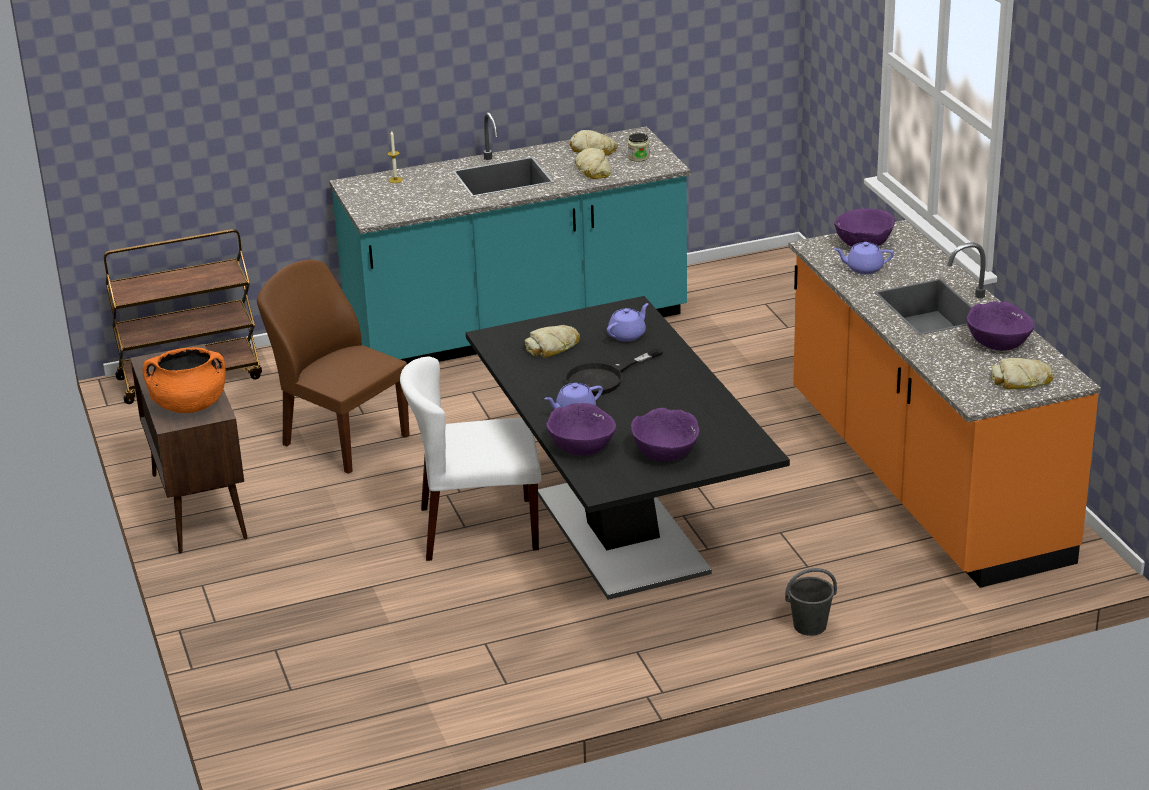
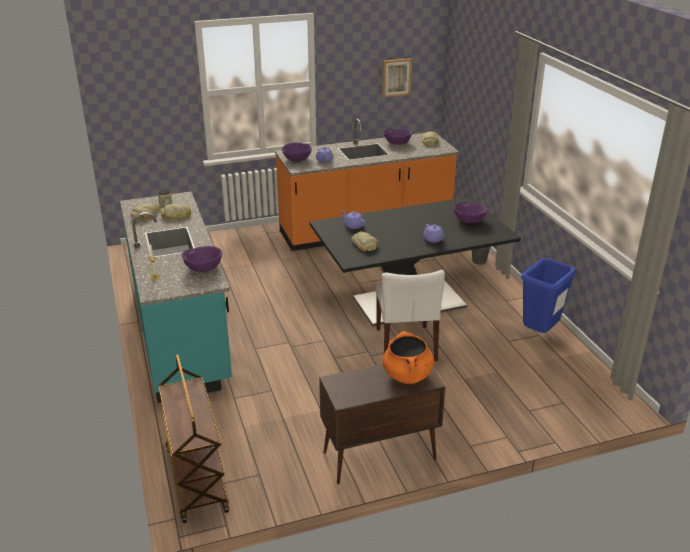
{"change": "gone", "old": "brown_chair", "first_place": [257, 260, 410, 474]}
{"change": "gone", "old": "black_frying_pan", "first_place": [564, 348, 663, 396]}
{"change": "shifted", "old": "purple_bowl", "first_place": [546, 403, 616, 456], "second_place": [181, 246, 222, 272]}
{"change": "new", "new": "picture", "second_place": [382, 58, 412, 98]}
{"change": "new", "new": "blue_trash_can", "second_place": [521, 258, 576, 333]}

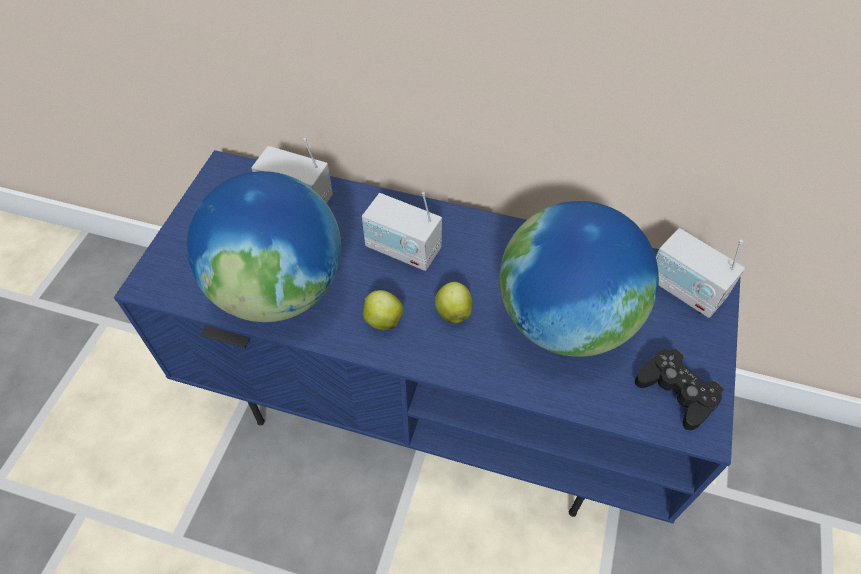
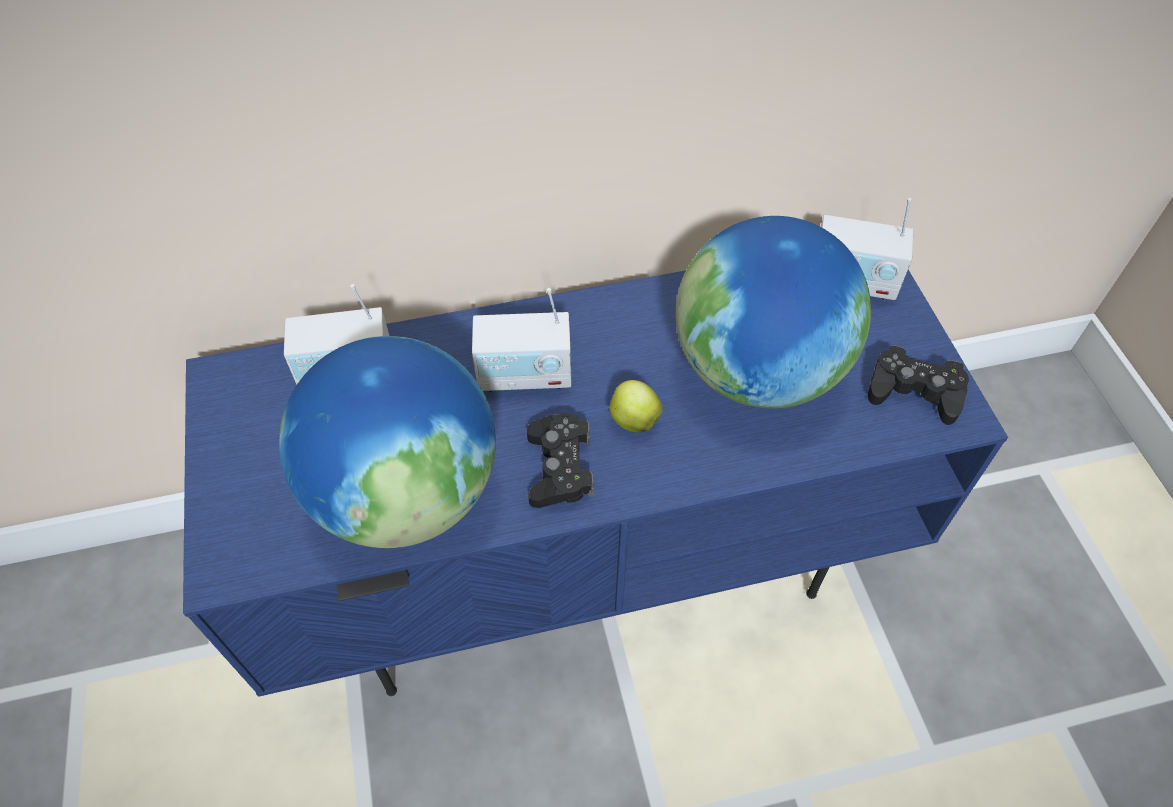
{"change": "swapped", "old": "apple", "new": "black_game_controller", "first_place": [363, 290, 404, 330], "second_place": [527, 413, 594, 508]}

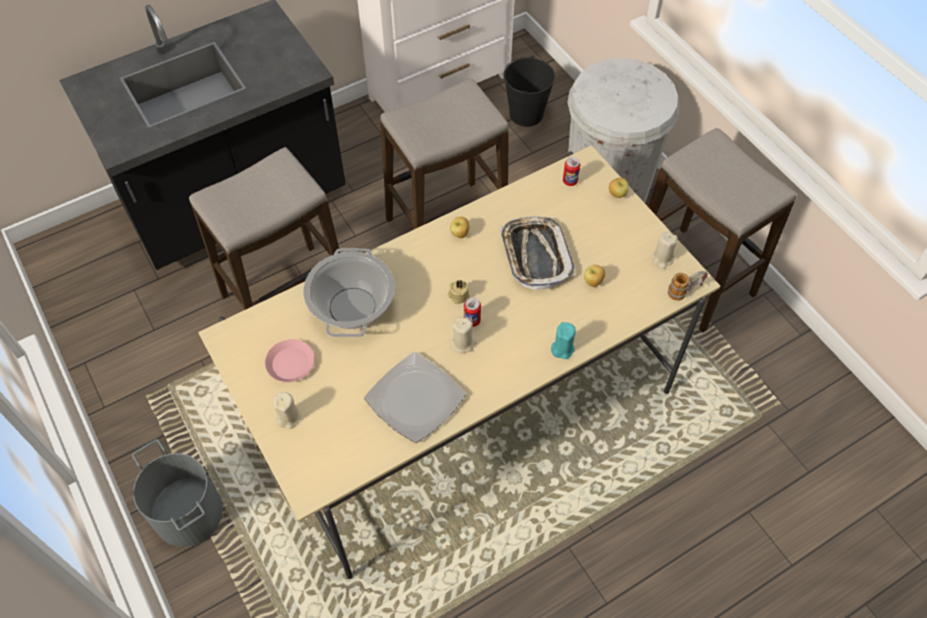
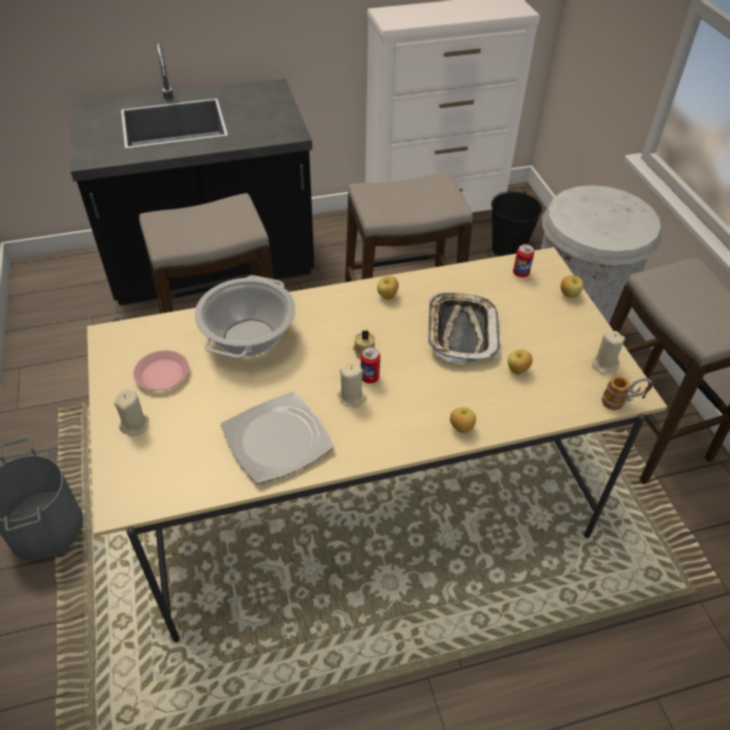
{"change": "swapped", "old": "turquoise_candle", "new": "apple", "first_place": [551, 322, 576, 359], "second_place": [450, 407, 476, 433]}

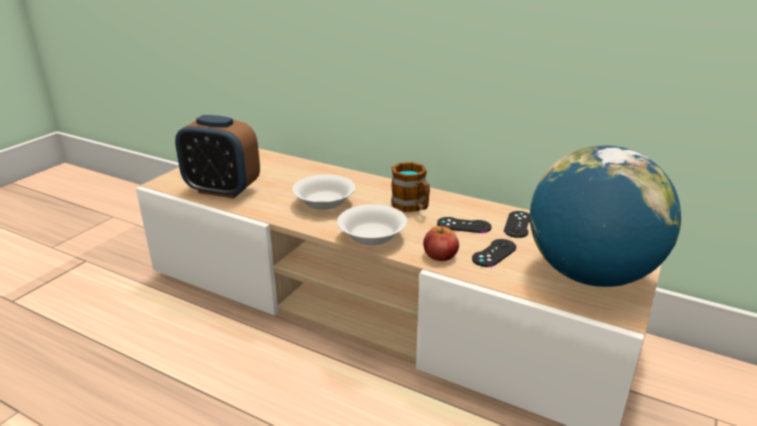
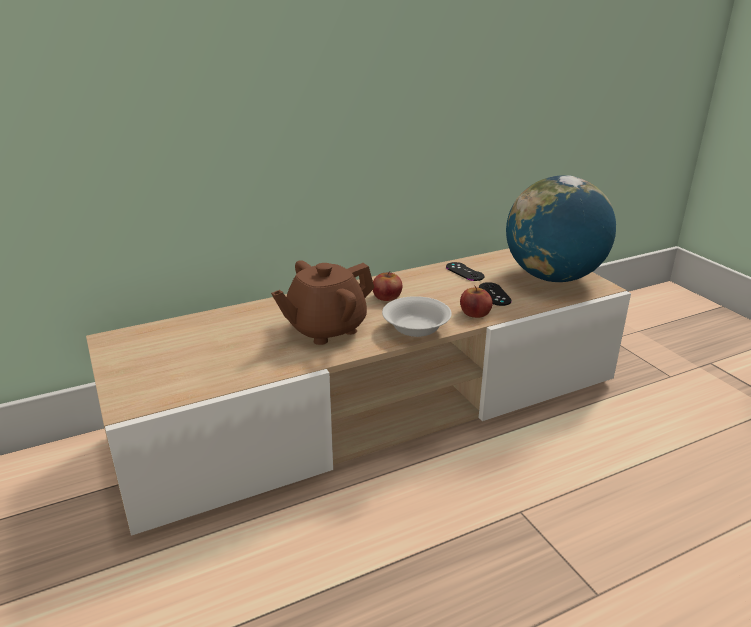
{"change": "gone", "old": "alarm_clock", "first_place": [175, 115, 260, 199]}
{"change": "swapped", "old": "mug", "new": "apple", "first_place": [391, 162, 430, 212], "second_place": [373, 271, 403, 301]}
{"change": "swapped", "old": "white_bowl", "new": "brown_teapot", "first_place": [292, 174, 355, 210], "second_place": [271, 260, 374, 345]}
{"change": "gone", "old": "black_game_controller", "first_place": [437, 217, 492, 233]}

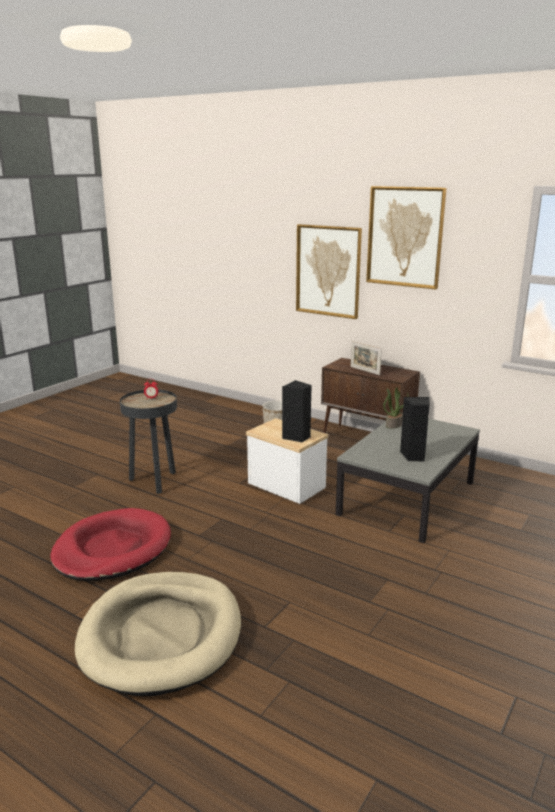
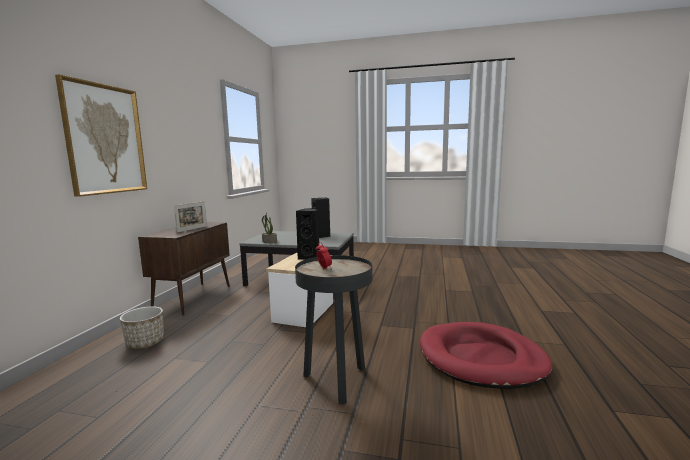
{"change": "gone", "old": "picture", "first_place": [366, 186, 446, 289]}
{"change": "gone", "old": "beige_dog_bed", "first_place": [75, 572, 241, 696]}

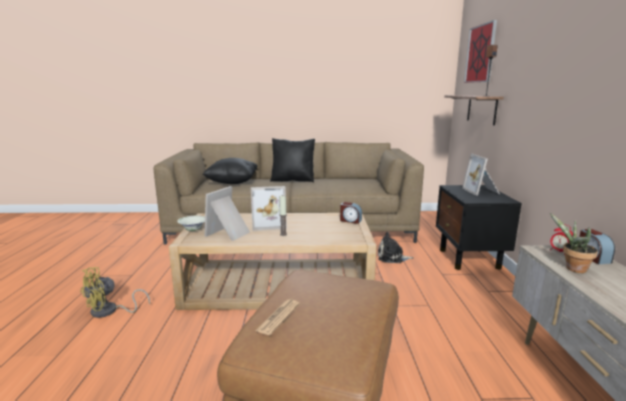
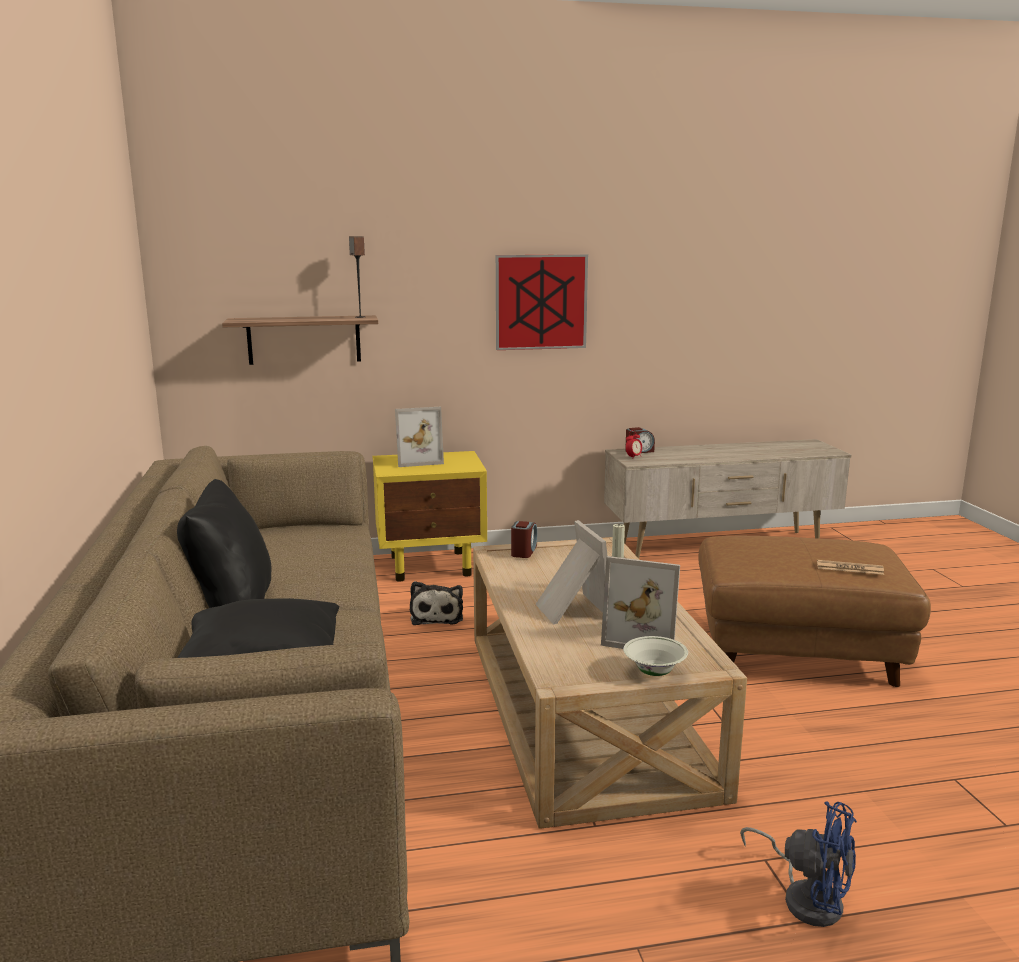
{"change": "shifted", "old": "picture", "first_place": [464, 20, 497, 83], "second_place": [496, 254, 588, 350]}
{"change": "repainted", "old": "black_nightstand", "new": "yellow_nightstand", "first_place": [436, 185, 522, 270], "second_place": [372, 451, 487, 582]}
{"change": "gone", "old": "potted_plant", "first_place": [550, 213, 598, 273]}
{"change": "repainted", "old": "yellow_fan", "new": "blue_fan", "first_place": [80, 267, 150, 318], "second_place": [740, 802, 857, 927]}

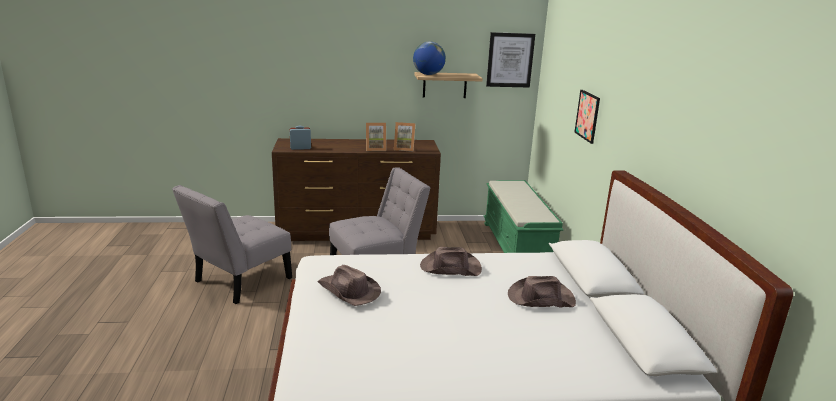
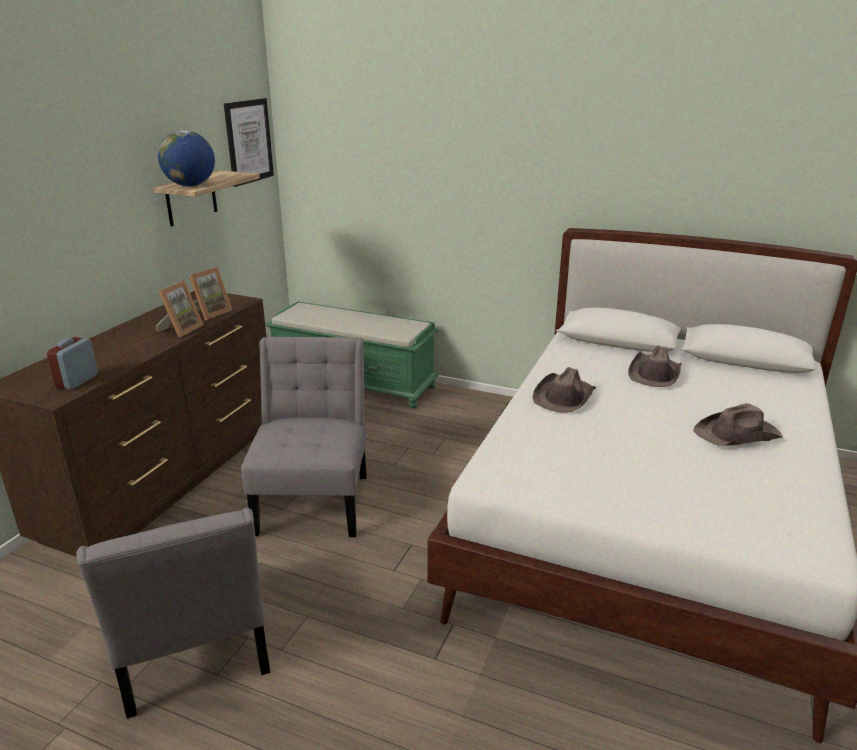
{"change": "gone", "old": "picture", "first_place": [575, 90, 600, 144]}
{"change": "shifted", "old": "brown_hat", "first_place": [318, 265, 381, 306], "second_place": [693, 403, 783, 446]}

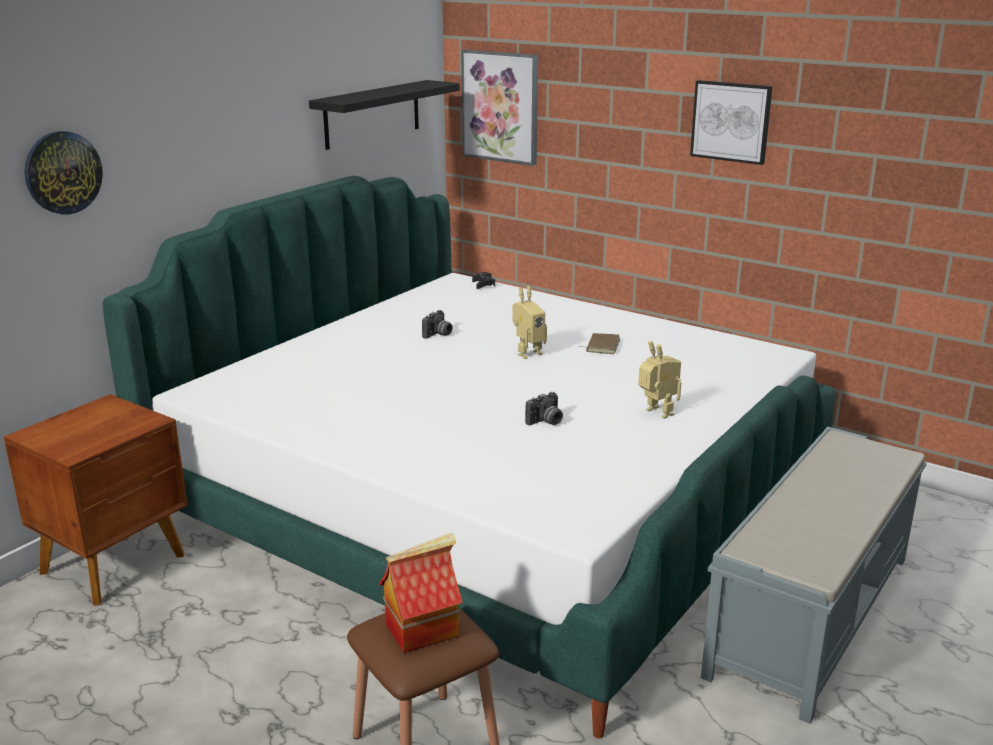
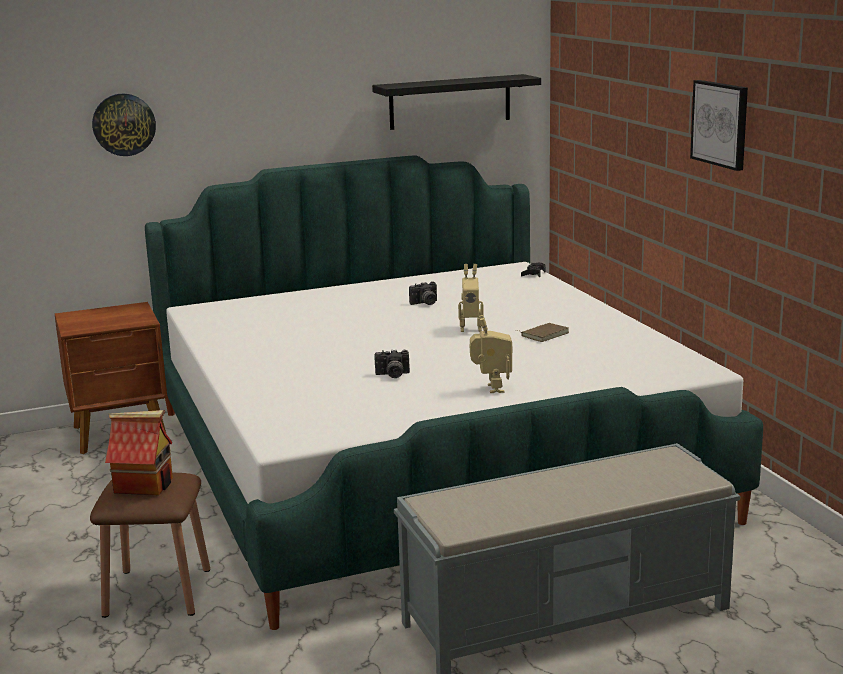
{"change": "gone", "old": "picture", "first_place": [461, 50, 538, 166]}

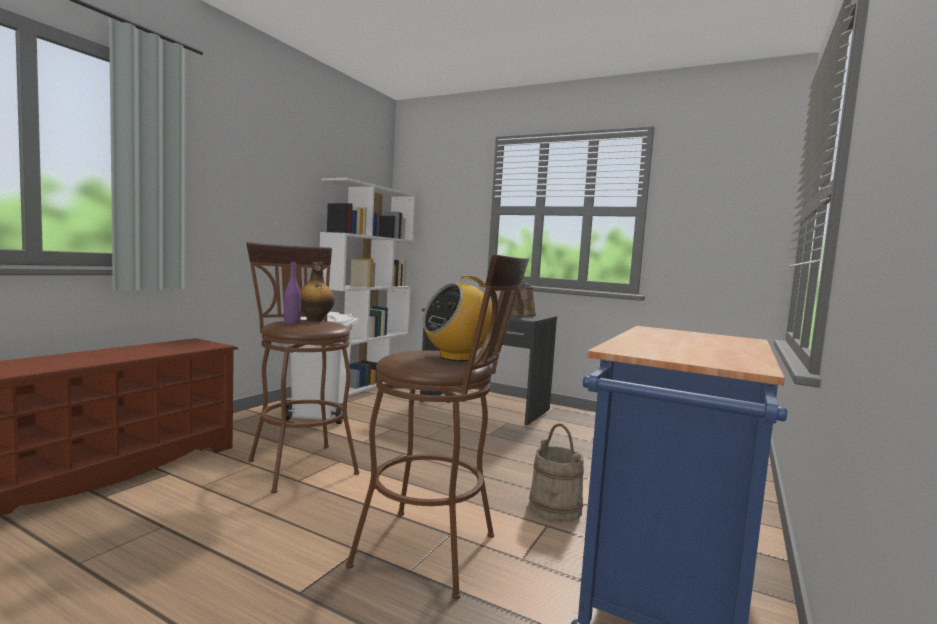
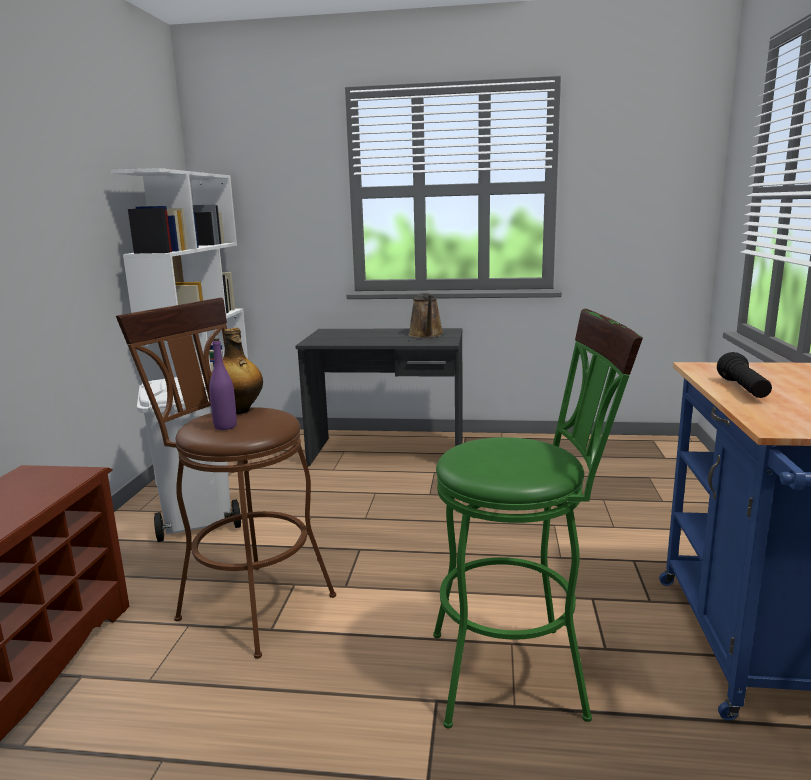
{"change": "repainted", "old": "brown_stool", "new": "green_stool", "first_place": [346, 254, 529, 599], "second_place": [433, 309, 643, 728]}
{"change": "gone", "old": "radio", "first_place": [422, 275, 492, 361]}
{"change": "gone", "old": "beige_bucket", "first_place": [529, 423, 584, 522]}
{"change": "new", "new": "black_flashlight", "second_place": [717, 352, 772, 398]}

